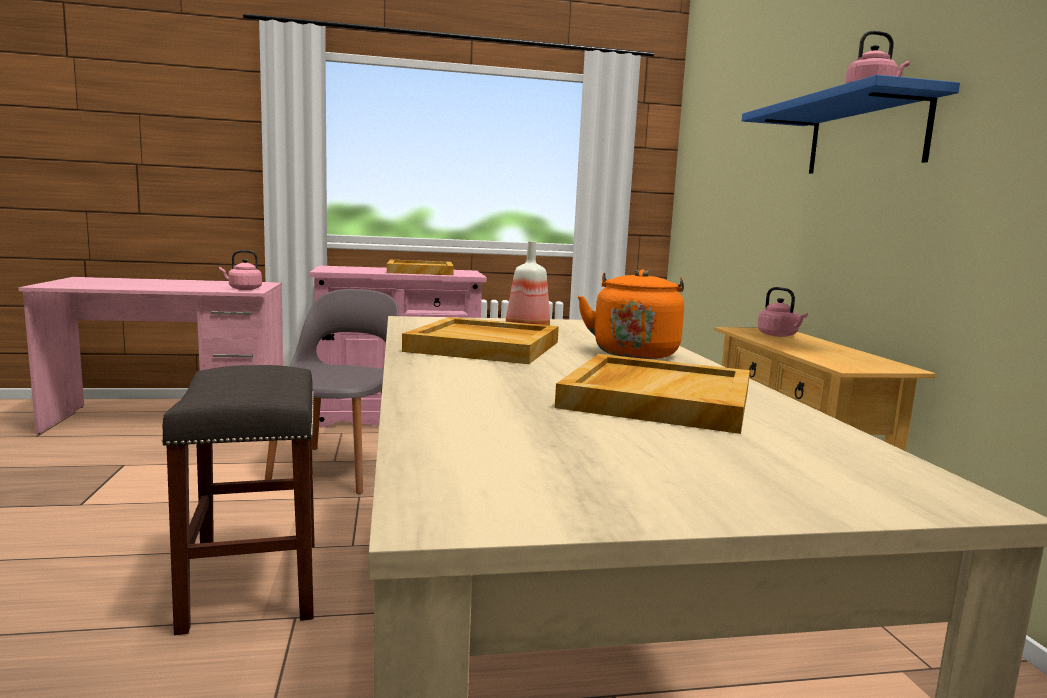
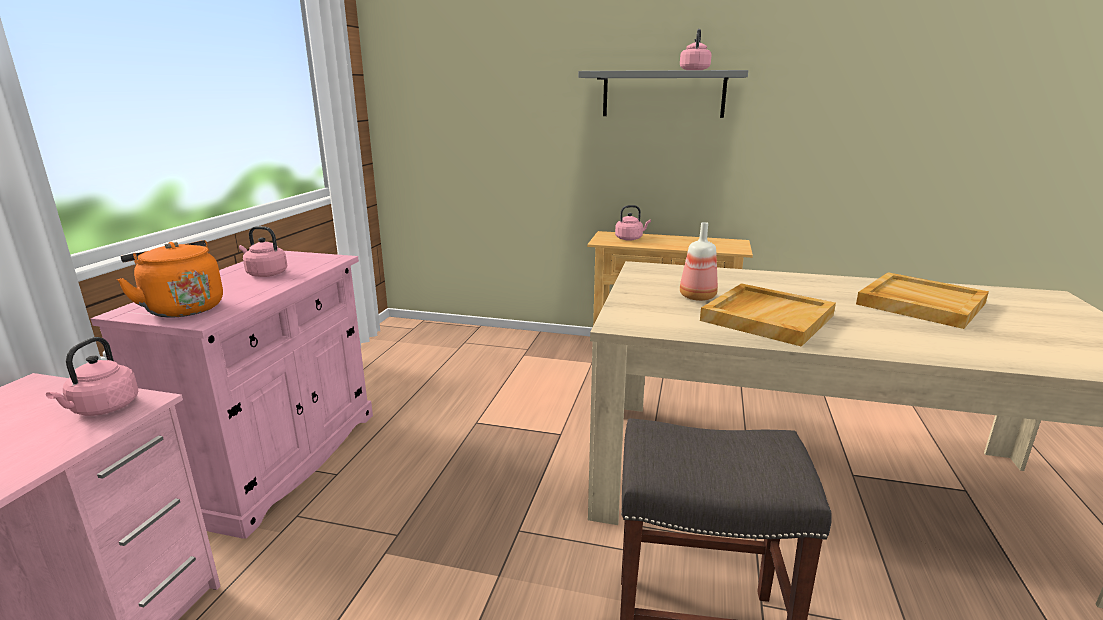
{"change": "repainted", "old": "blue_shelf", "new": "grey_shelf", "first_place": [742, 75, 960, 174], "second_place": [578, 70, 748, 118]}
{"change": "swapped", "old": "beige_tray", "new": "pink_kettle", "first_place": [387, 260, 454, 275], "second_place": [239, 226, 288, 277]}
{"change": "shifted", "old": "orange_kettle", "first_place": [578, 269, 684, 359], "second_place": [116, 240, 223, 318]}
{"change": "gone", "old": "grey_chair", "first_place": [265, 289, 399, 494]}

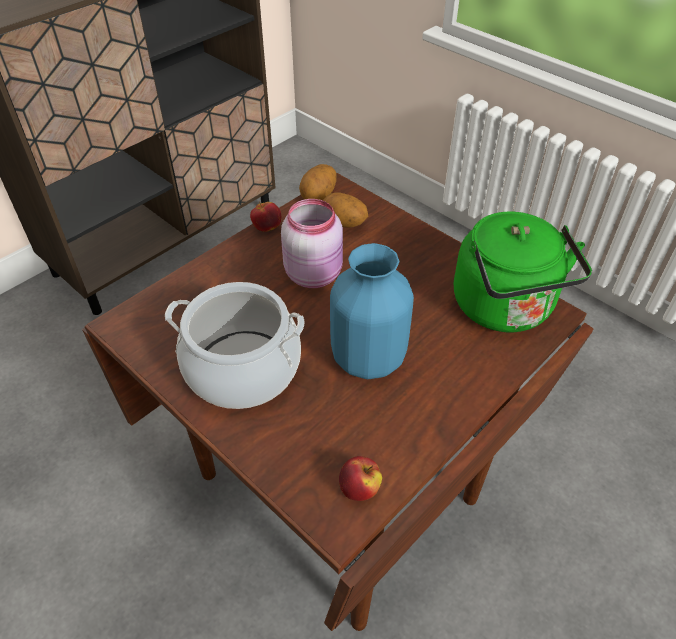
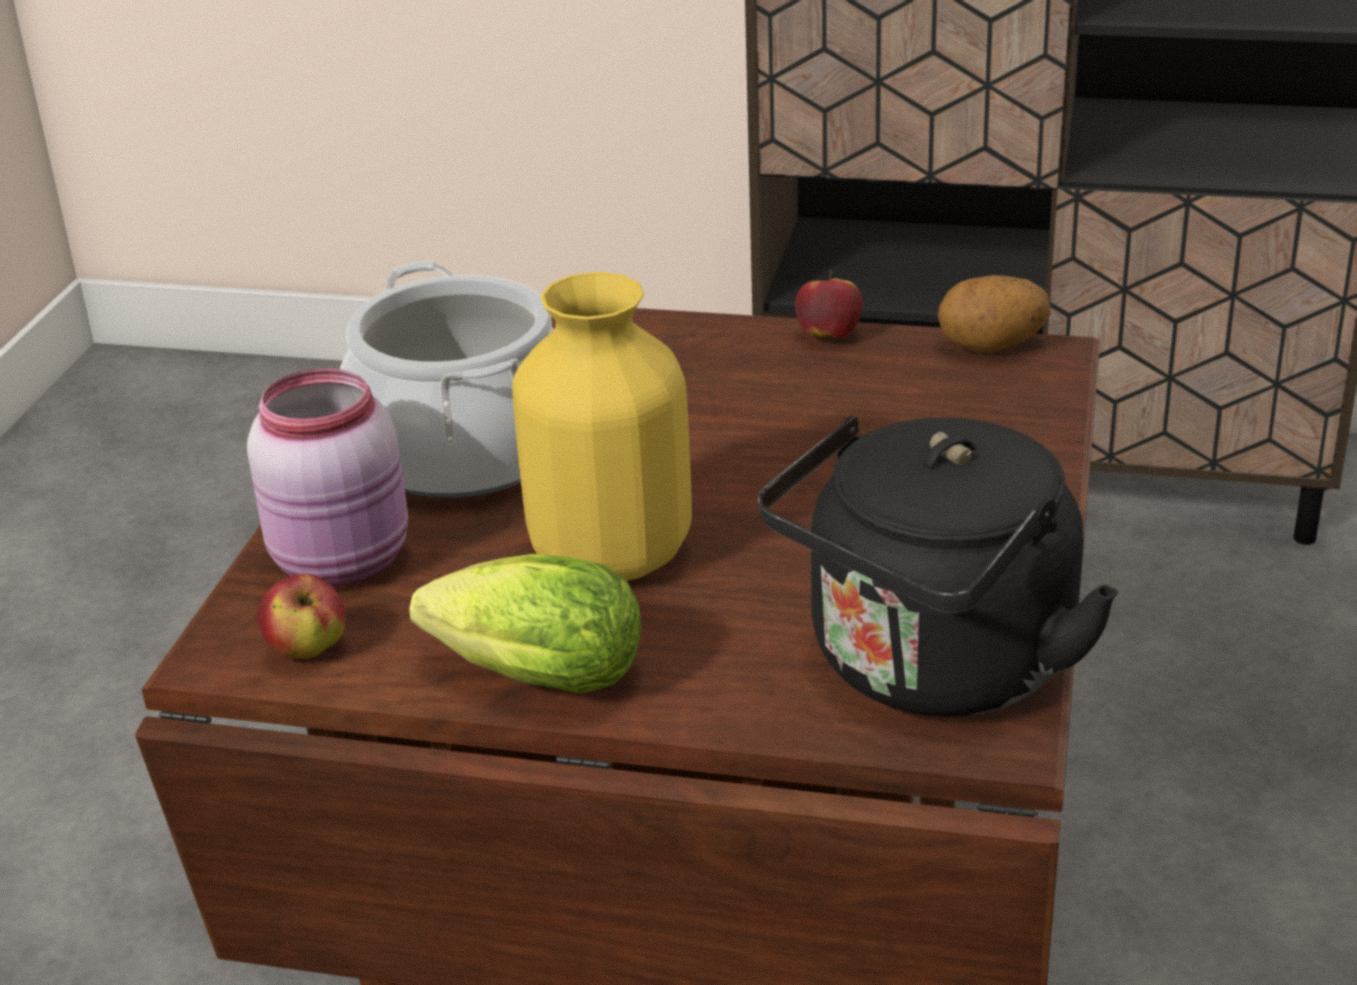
{"change": "gone", "old": "potato", "first_place": [323, 192, 368, 228]}
{"change": "shifted", "old": "pink_jar", "first_place": [281, 199, 343, 288], "second_place": [247, 368, 408, 586]}
{"change": "repainted", "old": "green_kettle", "new": "black_kettle", "first_place": [454, 212, 592, 332], "second_place": [758, 415, 1119, 716]}
{"change": "repainted", "old": "blue_vase", "new": "yellow_vase", "first_place": [330, 243, 414, 379], "second_place": [512, 272, 692, 580]}
{"change": "new", "new": "lettuce", "second_place": [409, 554, 642, 693]}

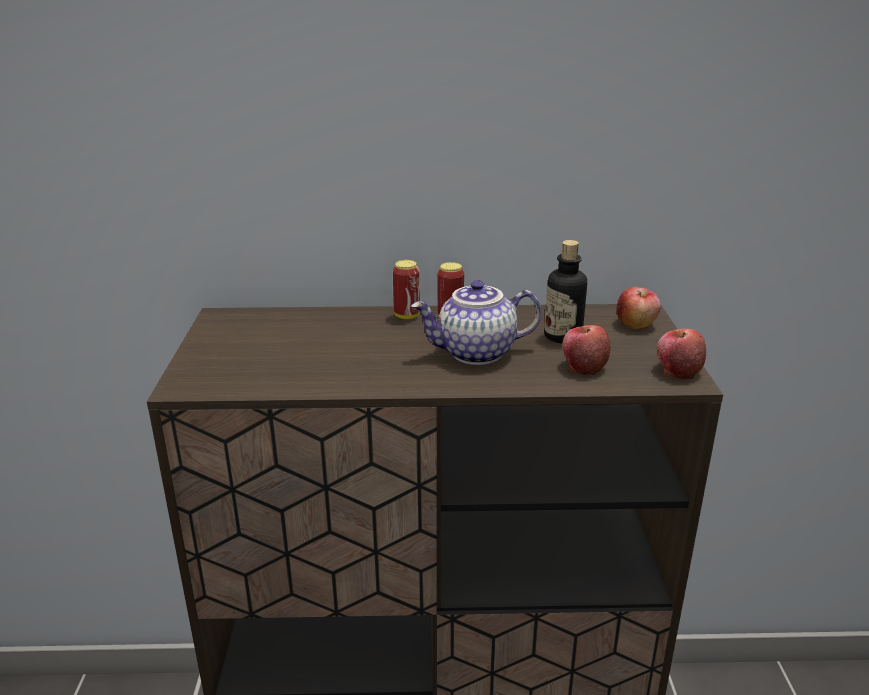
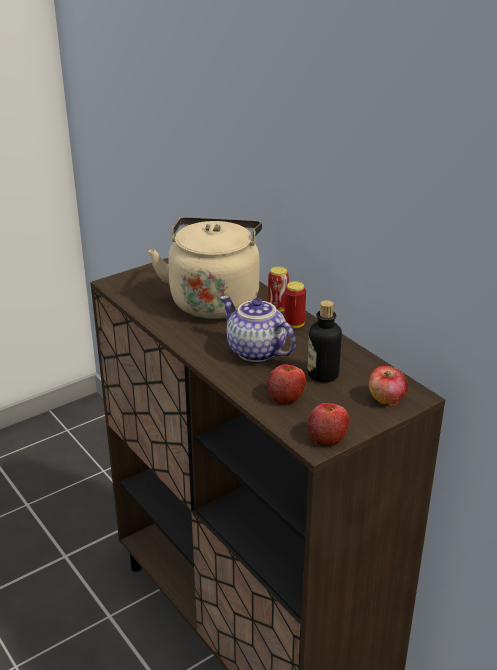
{"change": "new", "new": "beige_kettle", "second_place": [148, 217, 262, 319]}

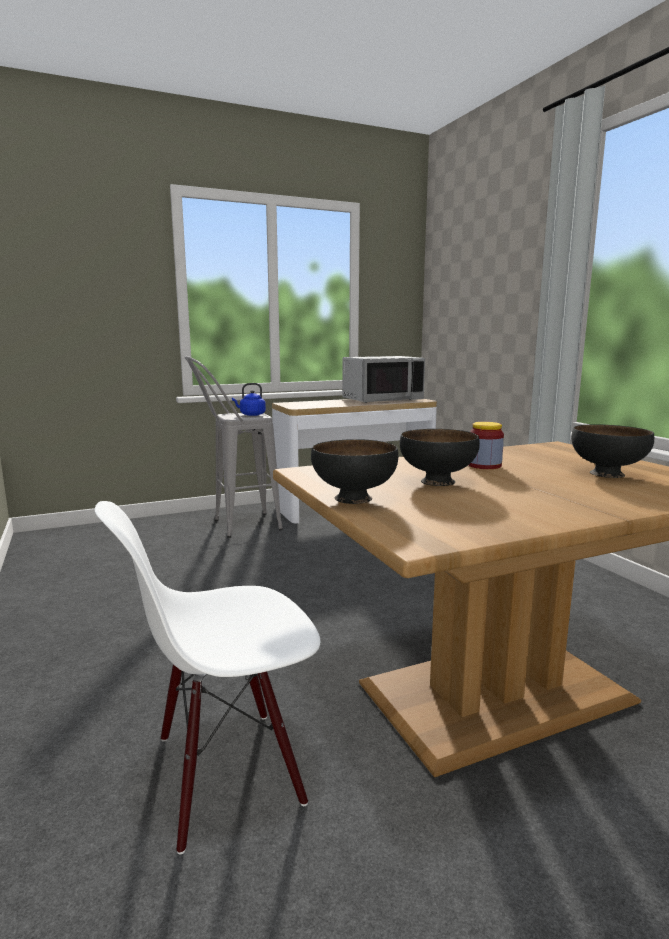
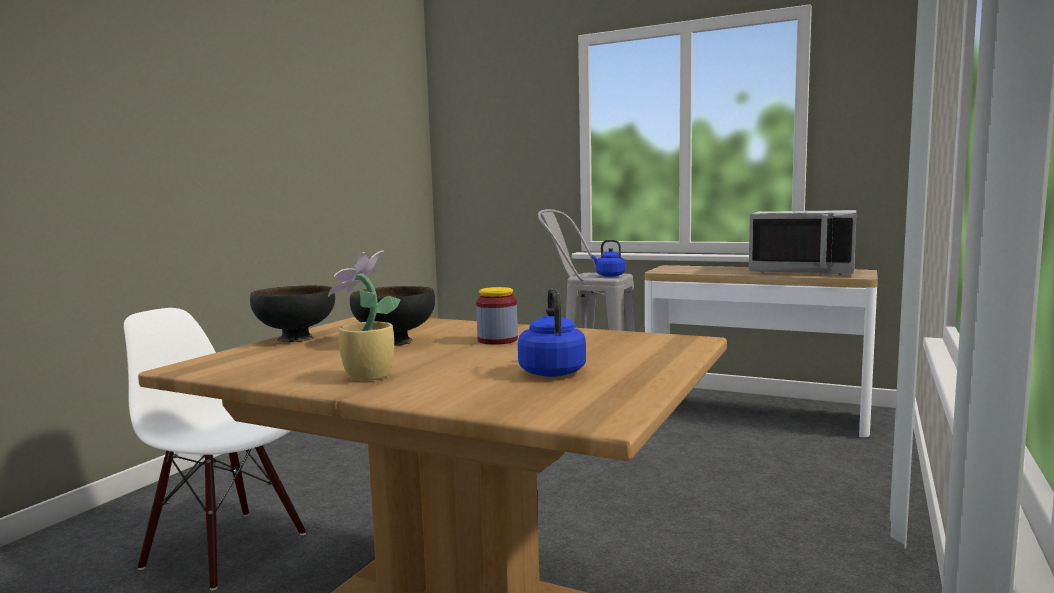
{"change": "swapped", "old": "black_bowl", "new": "blue_kettle", "first_place": [571, 424, 654, 478], "second_place": [518, 288, 586, 377]}
{"change": "new", "new": "potted_plant", "second_place": [328, 250, 401, 381]}

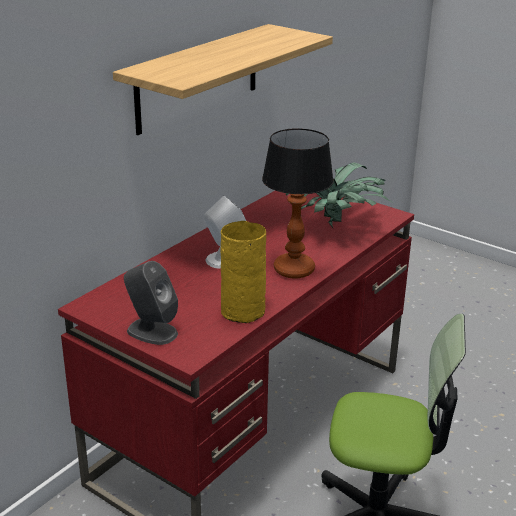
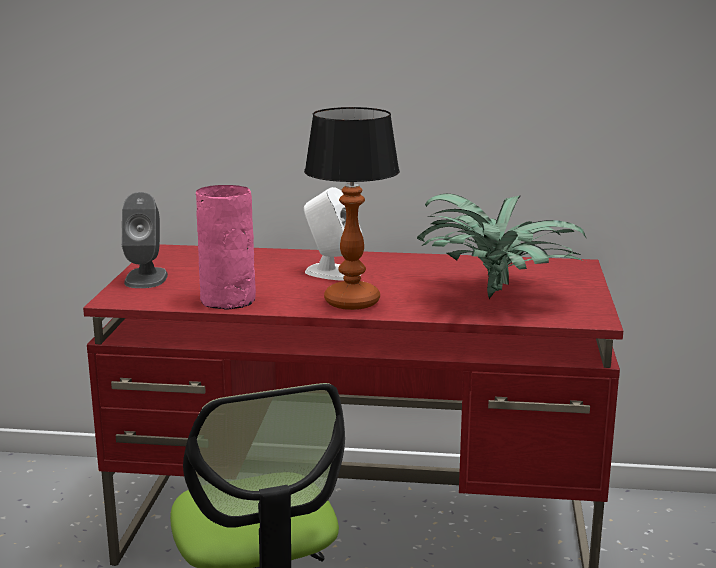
{"change": "gone", "old": "shelf", "first_place": [113, 24, 333, 135]}
{"change": "repainted", "old": "yellow_vase", "new": "pink_vase", "first_place": [221, 221, 266, 323], "second_place": [196, 185, 256, 310]}

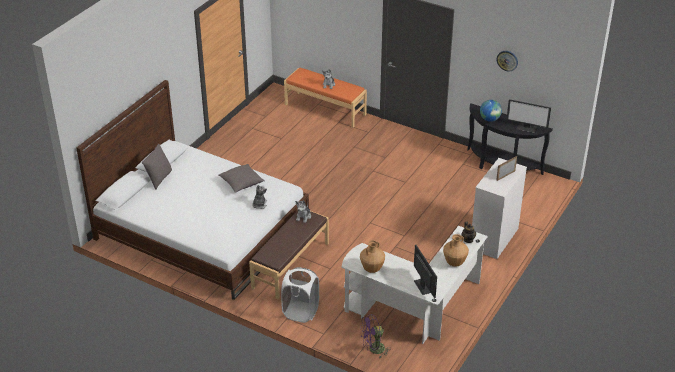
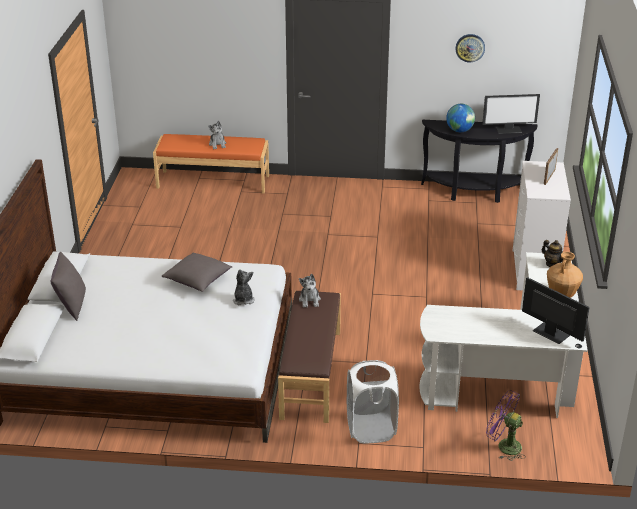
{"change": "gone", "old": "brown_vase", "first_place": [360, 240, 385, 273]}
{"change": "rotated", "old": "purple_fan", "first_place": [360, 314, 391, 359], "second_place": [486, 390, 526, 461], "degrees": 75}

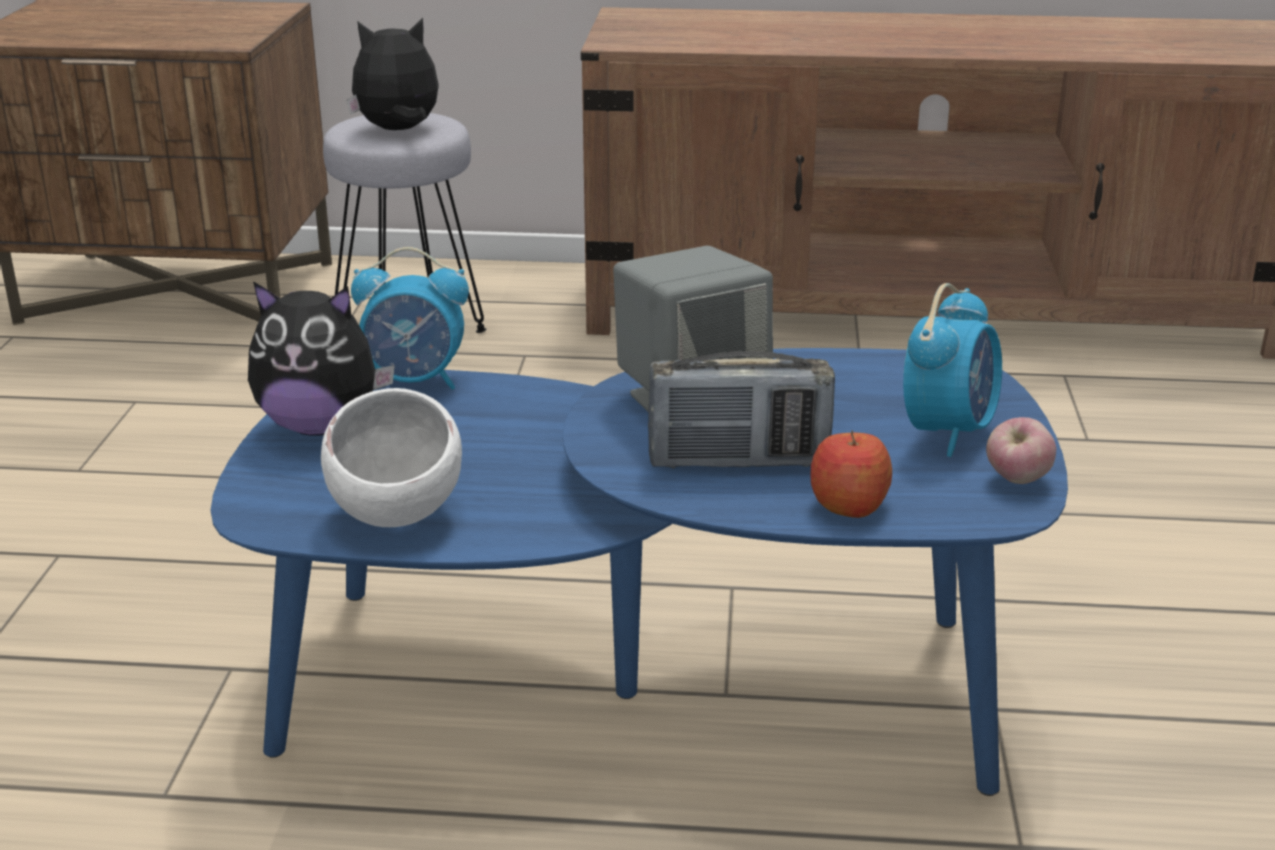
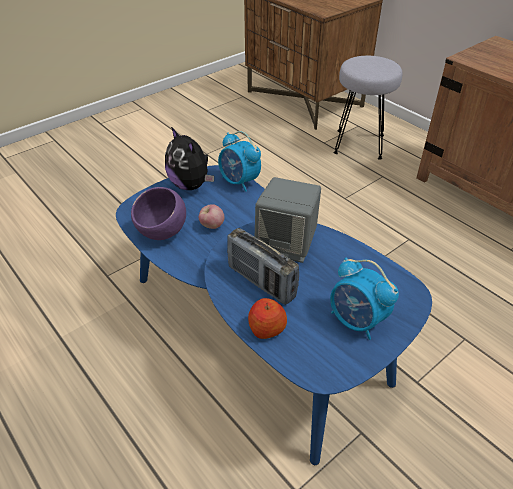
{"change": "gone", "old": "plush_toy", "first_place": [347, 18, 439, 130]}
{"change": "rotated", "old": "alarm_clock", "first_place": [903, 283, 1002, 457], "second_place": [330, 258, 399, 340], "degrees": 60}
{"change": "repainted", "old": "white_bowl", "new": "purple_bowl", "first_place": [321, 388, 462, 527], "second_place": [131, 187, 186, 240]}
{"change": "shifted", "old": "apple", "first_place": [986, 417, 1056, 484], "second_place": [199, 204, 225, 229]}

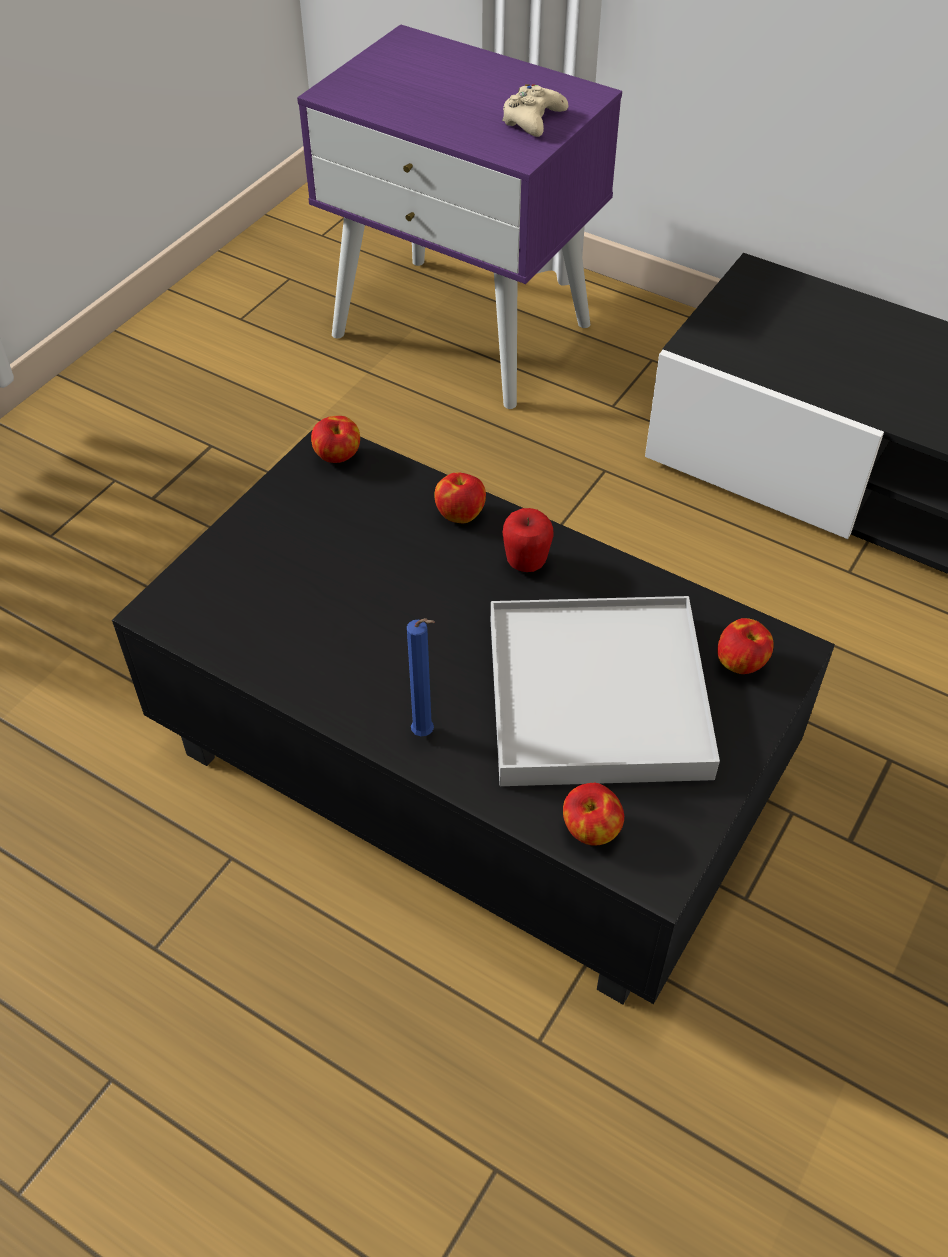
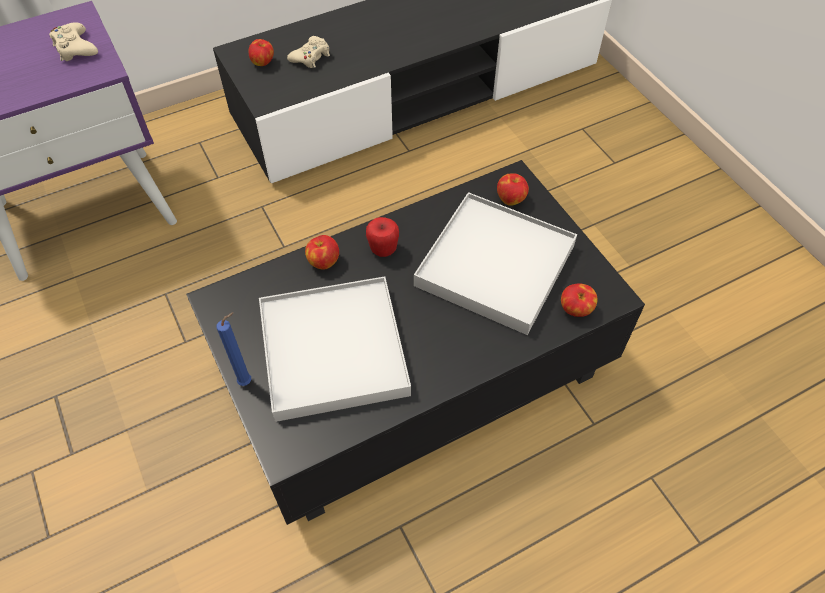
{"change": "shifted", "old": "apple", "first_place": [311, 416, 360, 463], "second_place": [249, 39, 274, 66]}
{"change": "shifted", "old": "blue_candle", "first_place": [407, 618, 435, 736], "second_place": [216, 312, 251, 386]}
{"change": "new", "new": "beige_game_controller", "second_place": [287, 36, 330, 68]}
{"change": "new", "new": "white_tray", "second_place": [259, 276, 411, 422]}

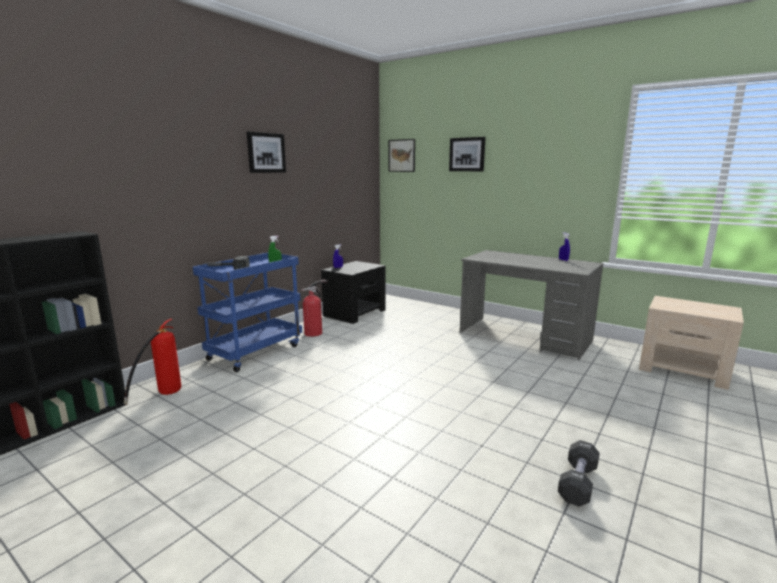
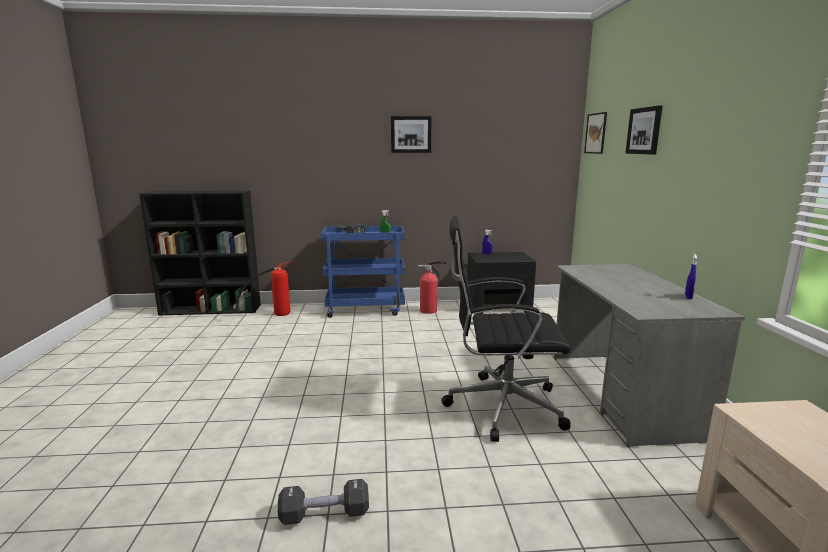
{"change": "new", "new": "black_office_chair", "second_place": [441, 216, 571, 442]}

